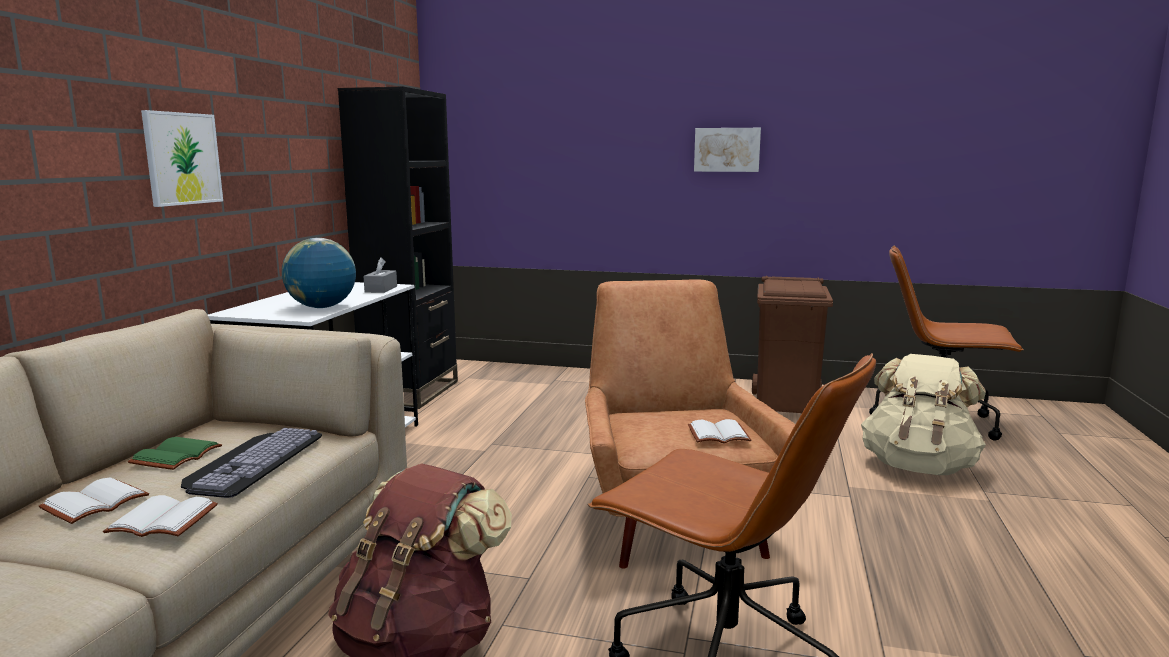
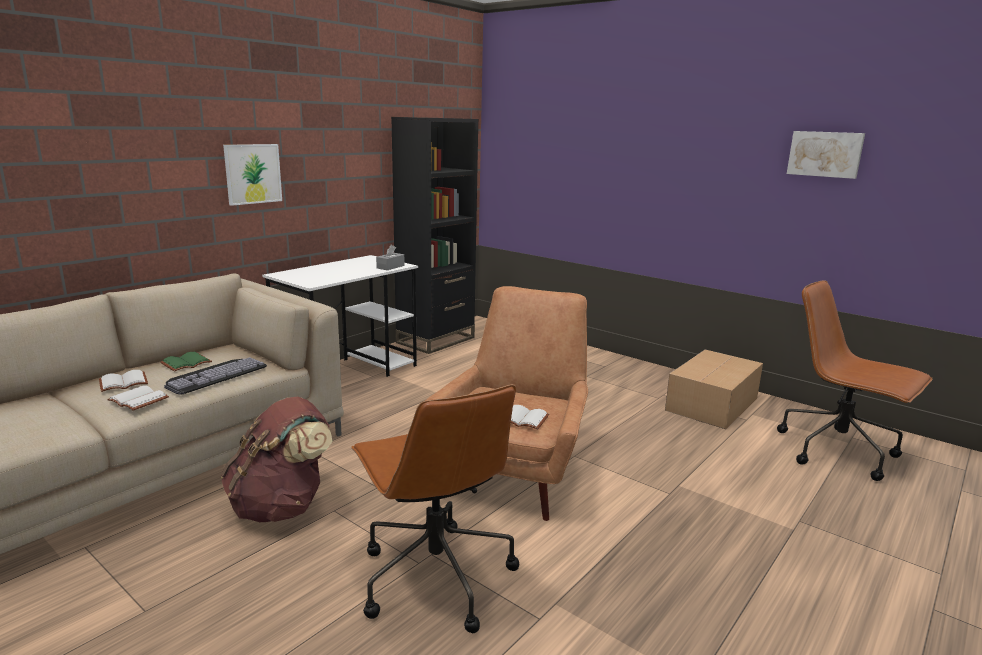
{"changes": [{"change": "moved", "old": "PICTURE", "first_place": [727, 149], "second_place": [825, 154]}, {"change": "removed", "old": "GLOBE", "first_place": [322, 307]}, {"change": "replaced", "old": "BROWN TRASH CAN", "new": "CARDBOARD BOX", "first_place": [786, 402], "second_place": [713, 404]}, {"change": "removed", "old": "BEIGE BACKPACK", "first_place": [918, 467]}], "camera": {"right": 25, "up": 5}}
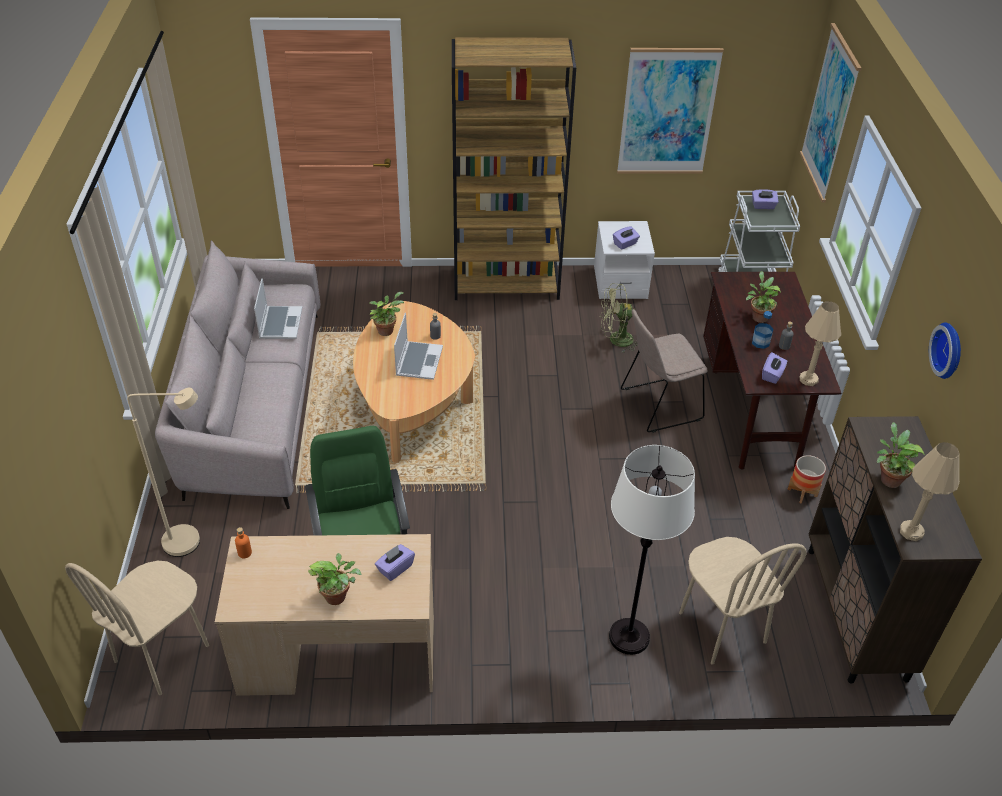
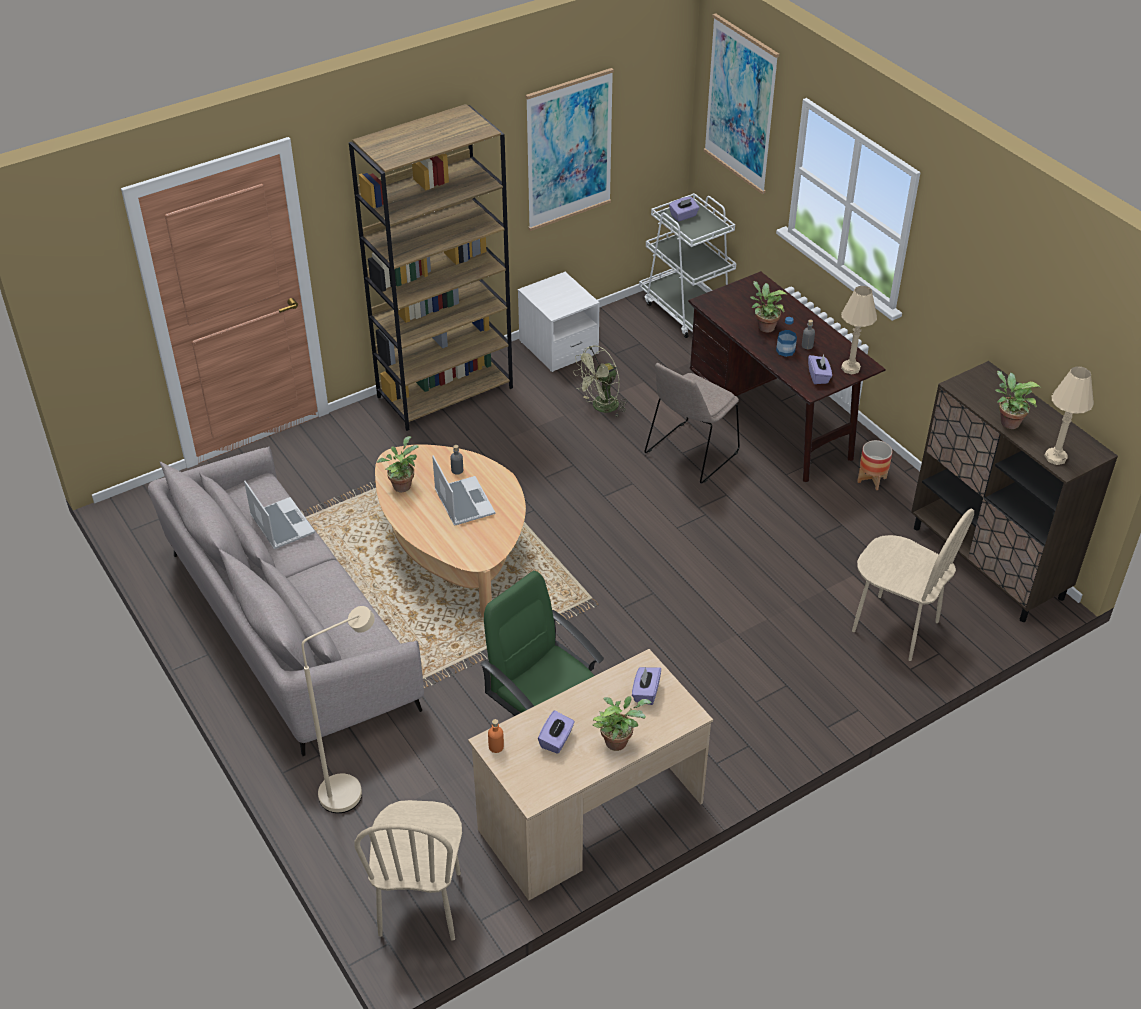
{"changes": [{"change": "moved", "old": "PURPLE TISSUE BOX", "first_place": [625, 244], "second_place": [556, 740]}, {"change": "removed", "old": "WALL CLOCK", "first_place": [949, 350]}, {"change": "removed", "old": "WHITE FLOOR LAMP", "first_place": [629, 637]}], "camera": {"right": -30, "up": 0}}
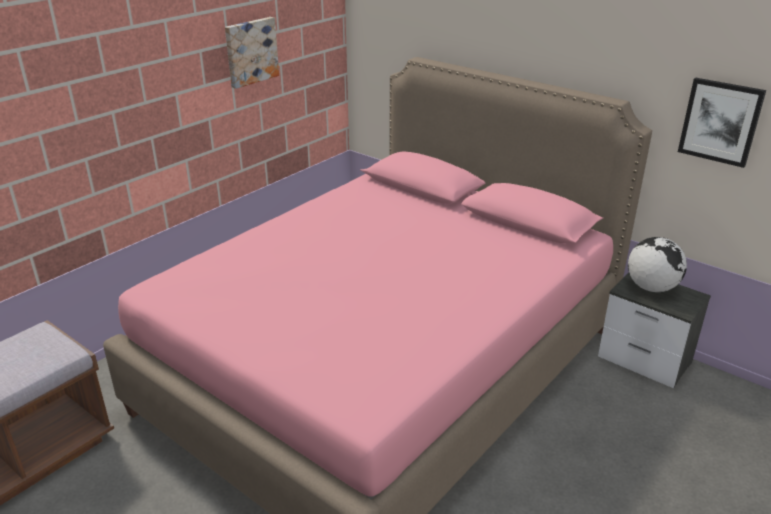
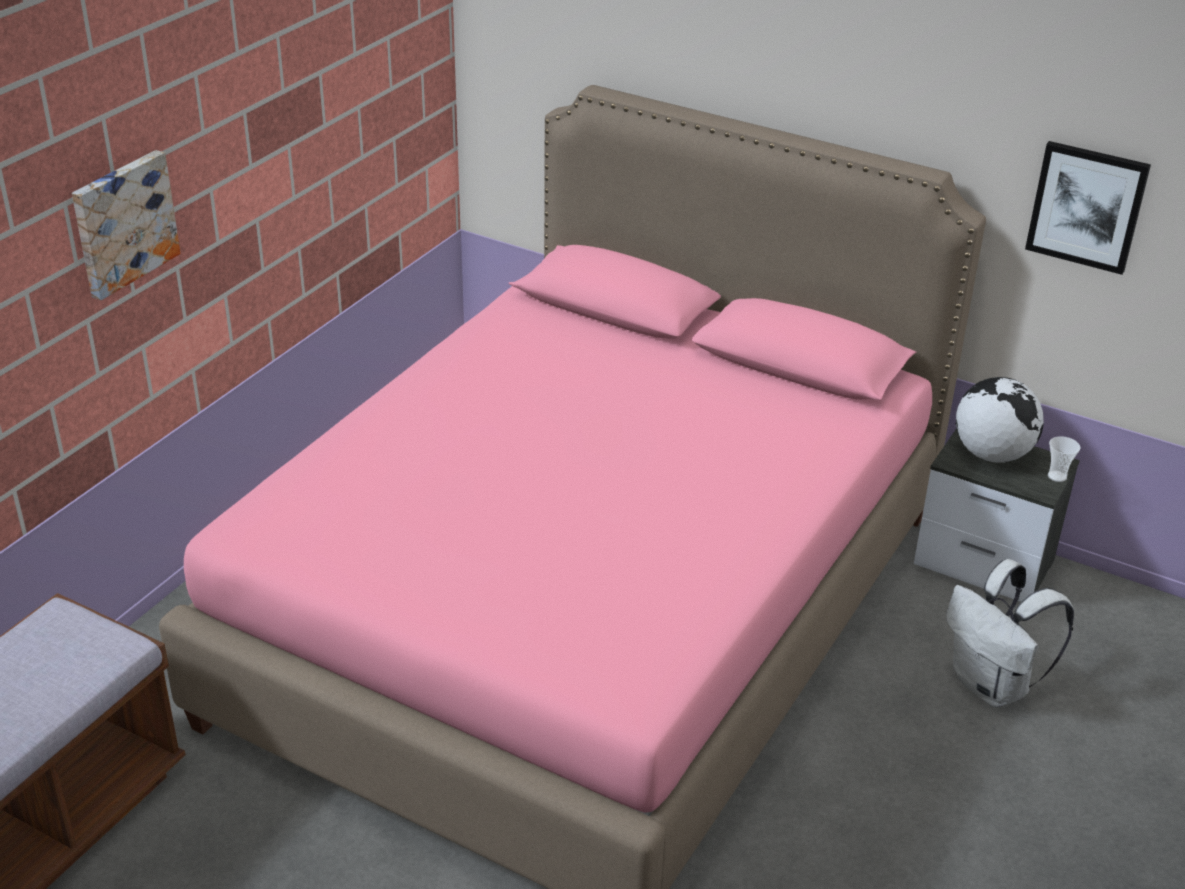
{"changes": [{"change": "moved", "old": "PICTURE", "first_place": [250, 51], "second_place": [123, 222]}, {"change": "added", "new": "CUP", "second_place": [1057, 476]}, {"change": "added", "new": "WHITE BACKPACK", "second_place": [993, 686]}], "camera": {"right": -10, "up": 5}}
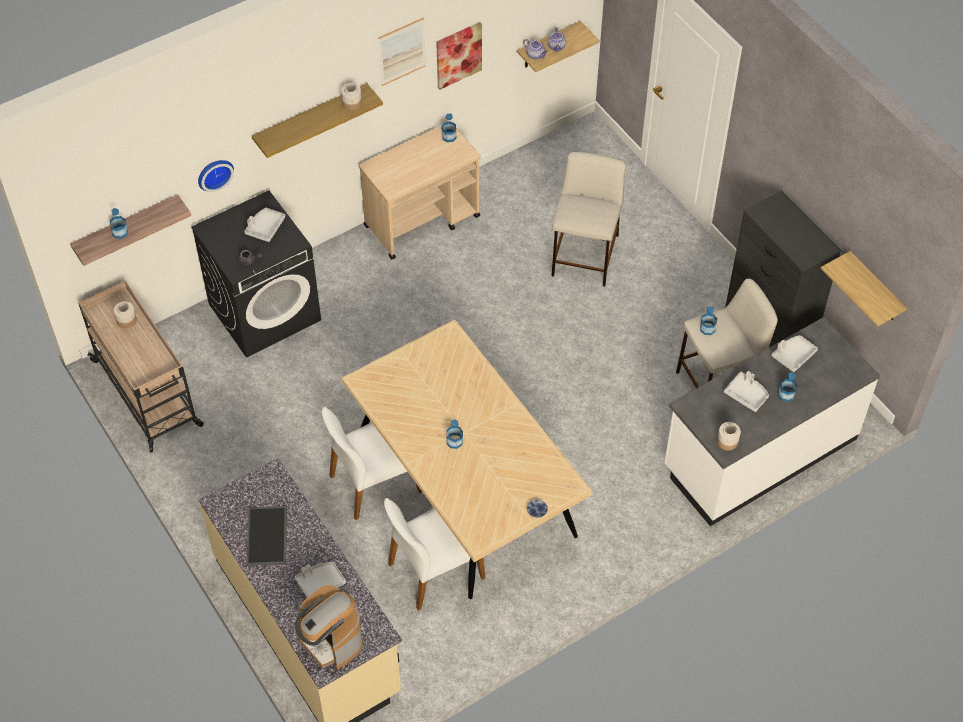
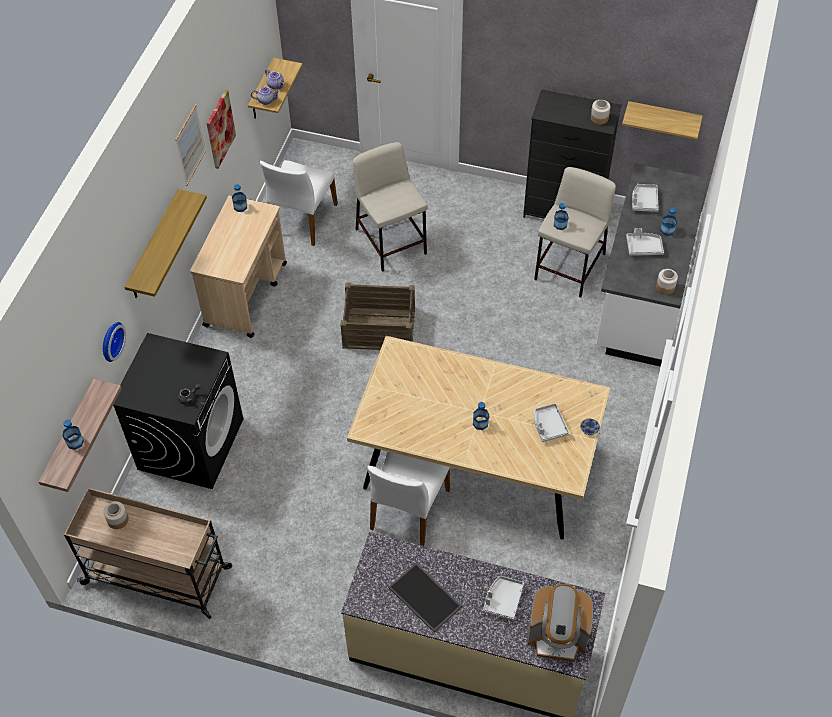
{"changes": [{"change": "moved", "old": "JAR", "first_place": [352, 103], "second_place": [599, 118]}, {"change": "moved", "old": "GREY TRAY", "first_place": [265, 228], "second_place": [549, 426]}, {"change": "moved", "old": "WHITE CHAIR", "first_place": [434, 570], "second_place": [302, 219]}, {"change": "added", "new": "CRATE", "second_place": [378, 327]}], "camera": {"right": -40, "up": 0}}
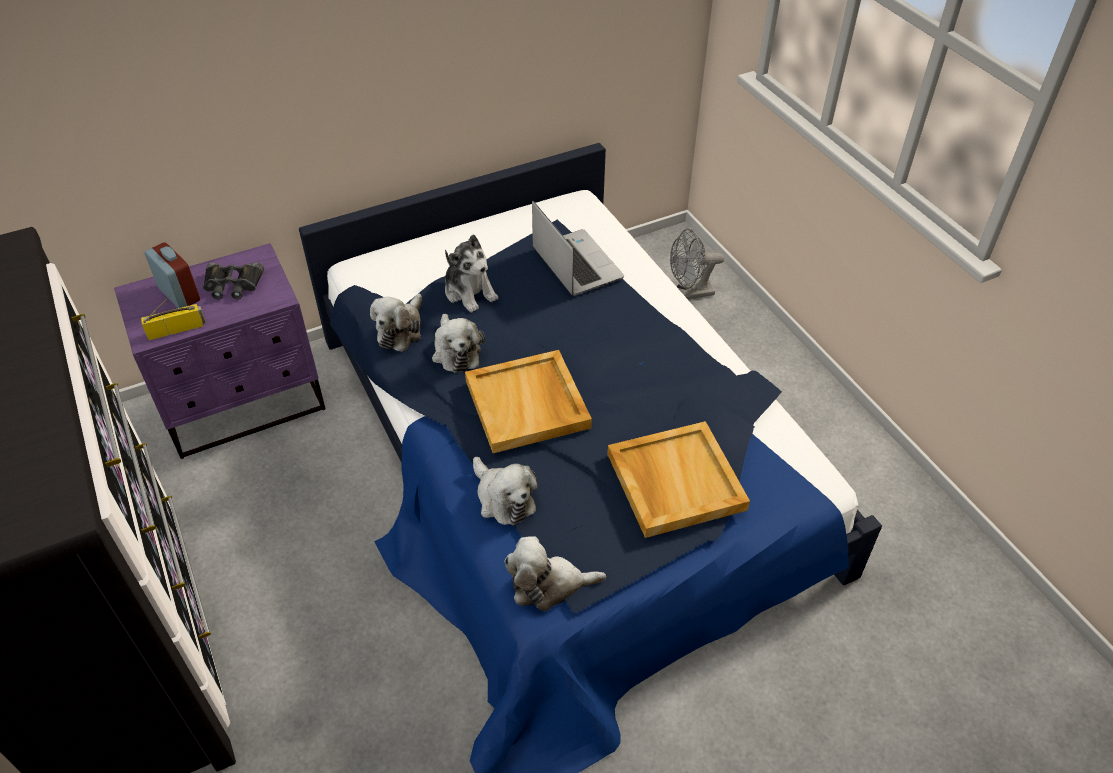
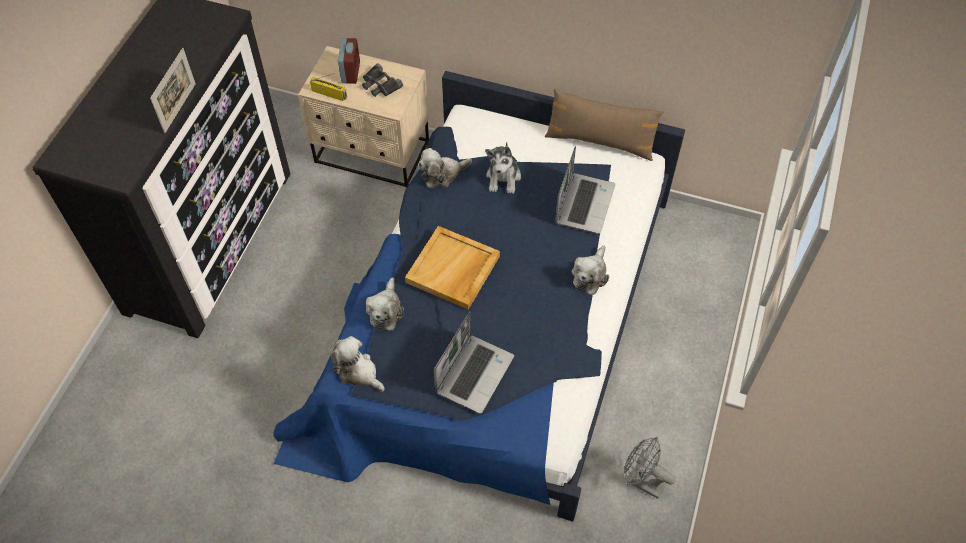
{"changes": [{"change": "moved", "old": "GREY FAN", "first_place": [689, 293], "second_place": [642, 481]}, {"change": "recoloured", "old": "PURPLE NIGHTSTAND", "new": "BEIGE NIGHTSTAND", "first_place": [244, 404], "second_place": [372, 153]}, {"change": "moved", "old": "PLUSH TOY", "first_place": [456, 351], "second_place": [590, 275]}, {"change": "replaced", "old": "BEIGE TRAY", "new": "LAPTOP", "first_place": [674, 481], "second_place": [474, 373]}, {"change": "added", "new": "PICTURE FRAME", "second_place": [180, 108]}, {"change": "added", "new": "BROWN PILLOW", "second_place": [600, 141]}], "camera": {"right": 45, "up": 10}}
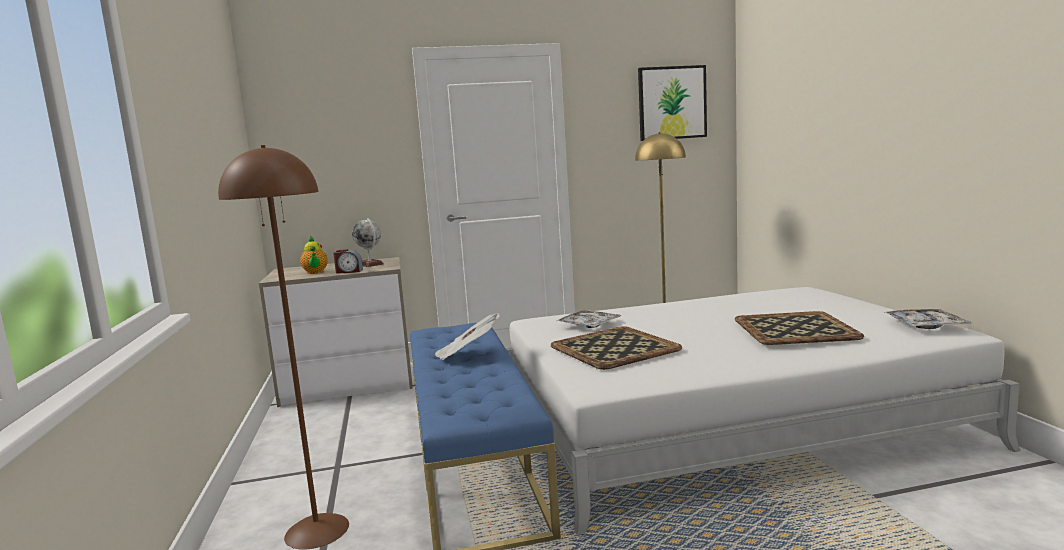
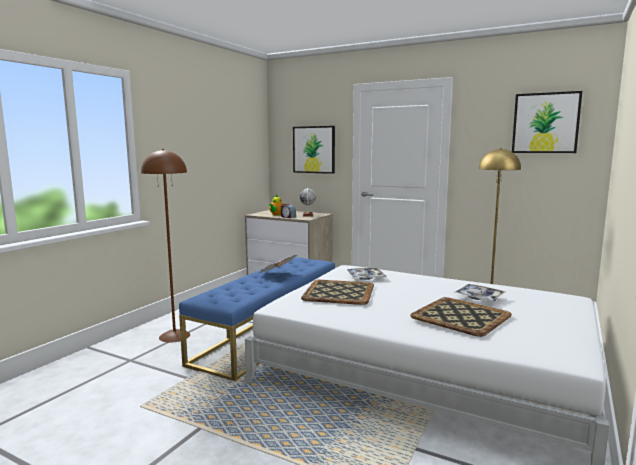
{"changes": [{"change": "moved", "old": "TRAY", "first_place": [926, 325], "second_place": [479, 297]}, {"change": "added", "new": "PICTURE", "second_place": [314, 149]}], "camera": {"right": 40, "up": 0}}
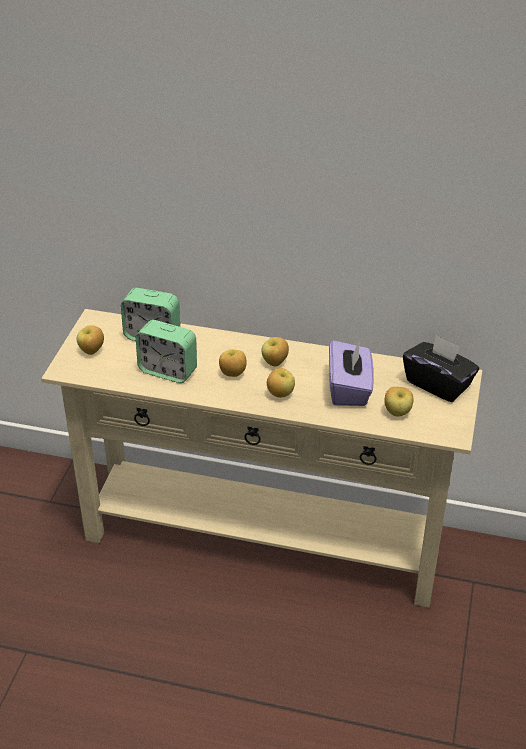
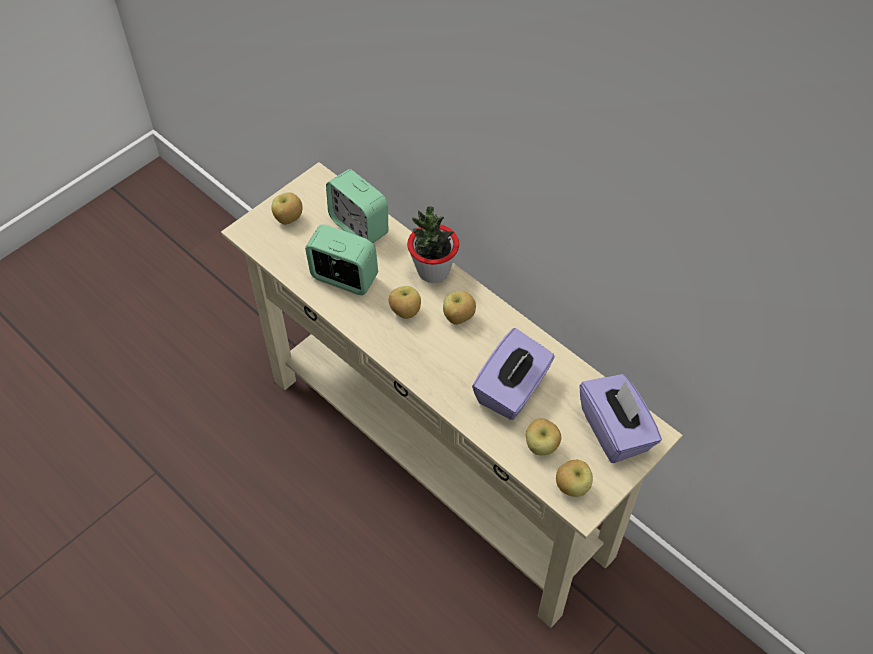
{"changes": [{"change": "turned", "old": "ALARM CLOCK", "first_place": [168, 371], "second_place": [344, 278], "degrees": 150}, {"change": "recoloured", "old": "BLACK TISSUE BOX", "new": "PURPLE TISSUE BOX", "first_place": [438, 384], "second_place": [615, 430]}, {"change": "moved", "old": "APPLE", "first_place": [280, 394], "second_place": [572, 487]}, {"change": "added", "new": "POTTED PLANT", "second_place": [433, 271]}], "camera": {"right": 30, "up": 15}}
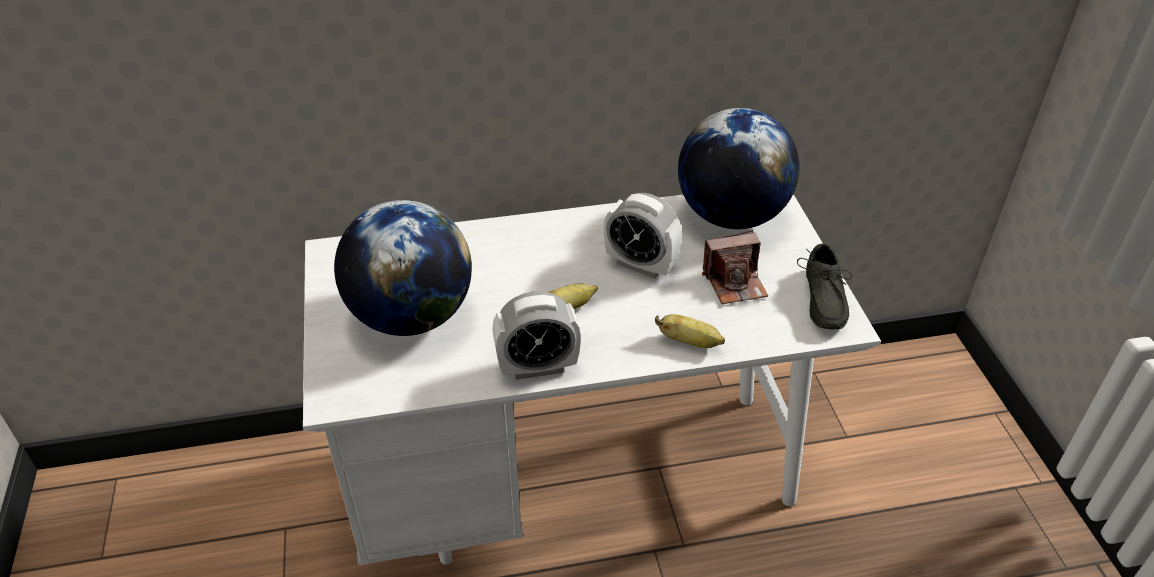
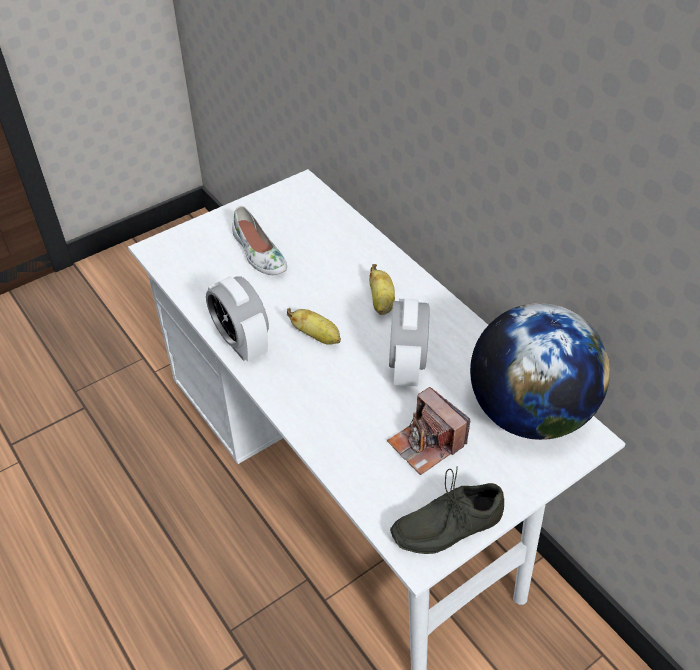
{"changes": [{"change": "replaced", "old": "GLOBE", "new": "WHITE SHOE", "first_place": [411, 317], "second_place": [258, 253]}, {"change": "moved", "old": "BANANA", "first_place": [689, 342], "second_place": [381, 302]}], "camera": {"right": 65, "up": 5}}
